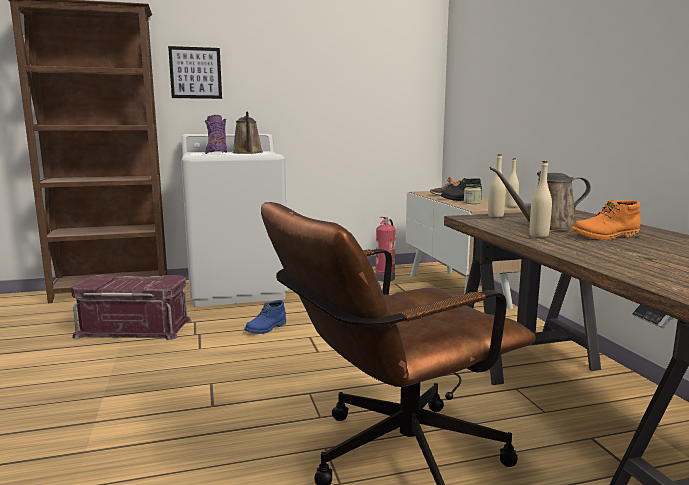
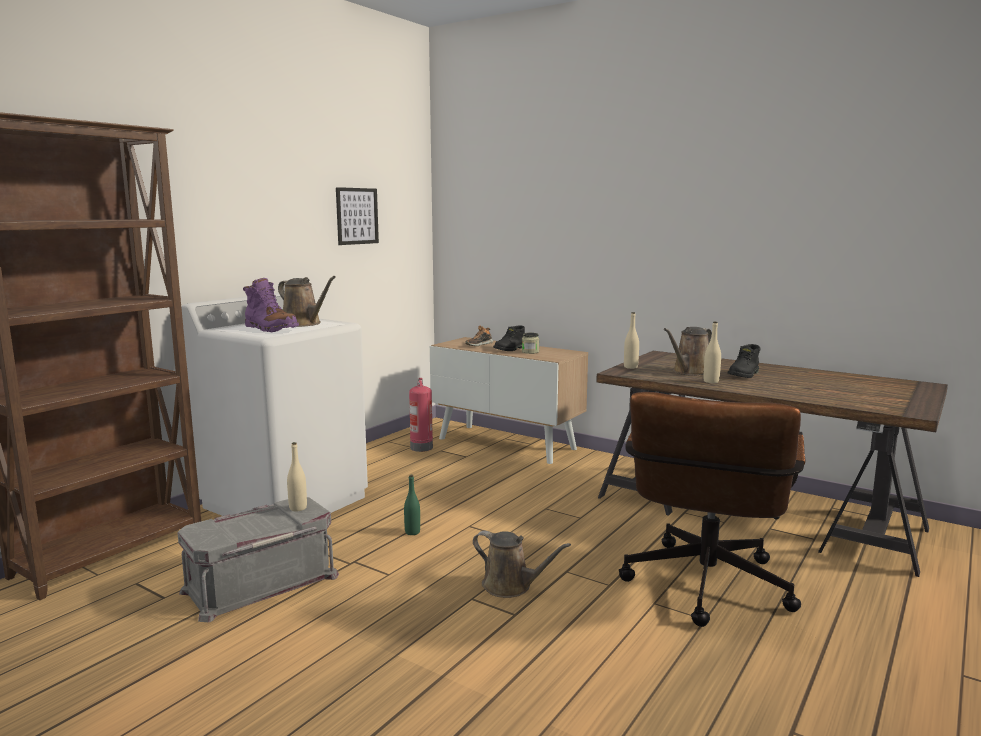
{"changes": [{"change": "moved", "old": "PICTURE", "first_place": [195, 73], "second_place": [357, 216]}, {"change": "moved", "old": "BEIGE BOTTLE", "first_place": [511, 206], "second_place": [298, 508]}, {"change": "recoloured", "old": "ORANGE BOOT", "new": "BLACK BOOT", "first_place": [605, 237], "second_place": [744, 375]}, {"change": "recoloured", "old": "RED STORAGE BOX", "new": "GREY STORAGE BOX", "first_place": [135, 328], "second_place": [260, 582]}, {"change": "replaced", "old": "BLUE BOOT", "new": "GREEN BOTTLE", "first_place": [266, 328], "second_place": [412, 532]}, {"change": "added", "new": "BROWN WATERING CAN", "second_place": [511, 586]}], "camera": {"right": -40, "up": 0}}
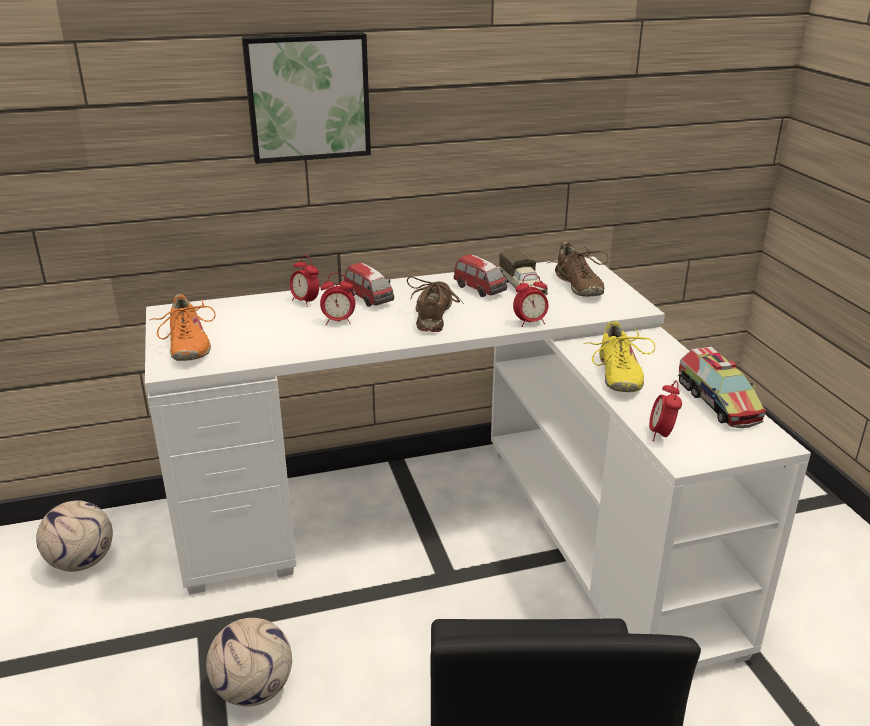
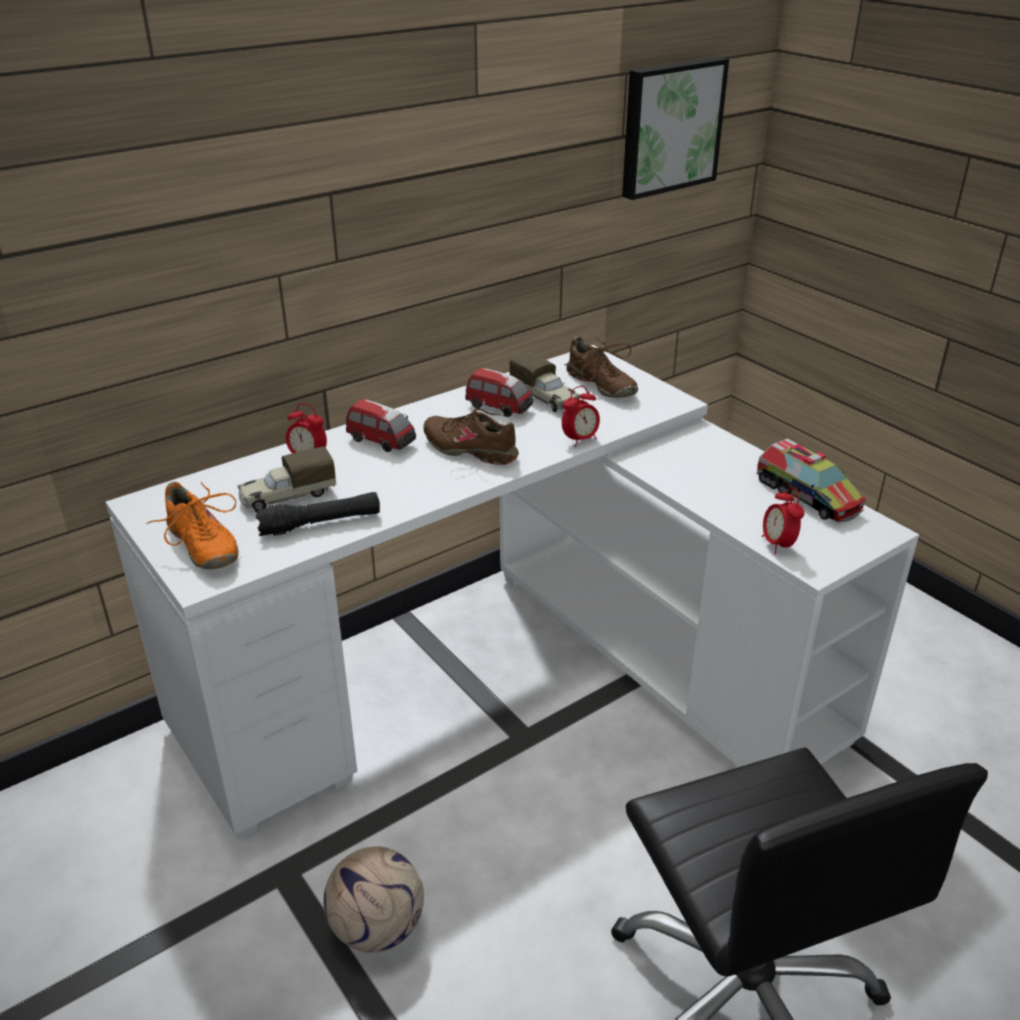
{"changes": [{"change": "moved", "old": "PICTURE", "first_place": [307, 97], "second_place": [669, 127]}, {"change": "removed", "old": "ALARM CLOCK", "first_place": [338, 322]}, {"change": "turned", "old": "BROWN SHOE", "first_place": [434, 315], "second_place": [470, 449], "degrees": -45}, {"change": "removed", "old": "YELLOW SHOE", "first_place": [617, 375]}, {"change": "removed", "old": "FOOTBALL", "first_place": [81, 561]}, {"change": "added", "new": "TOY TRUCK", "second_place": [287, 496]}, {"change": "added", "new": "BLACK FLASHLIGHT", "second_place": [320, 524]}], "camera": {"right": -20, "up": 5}}
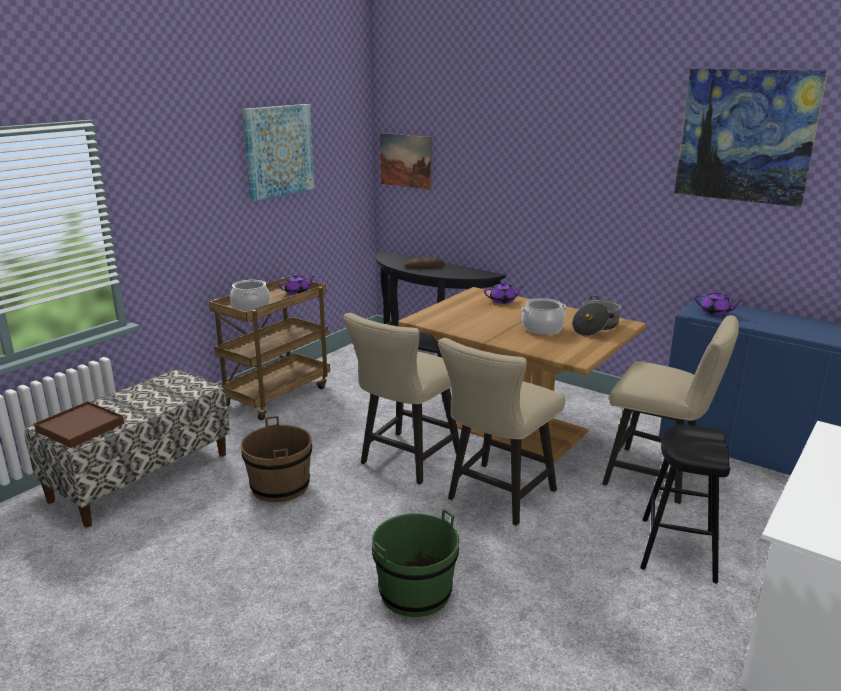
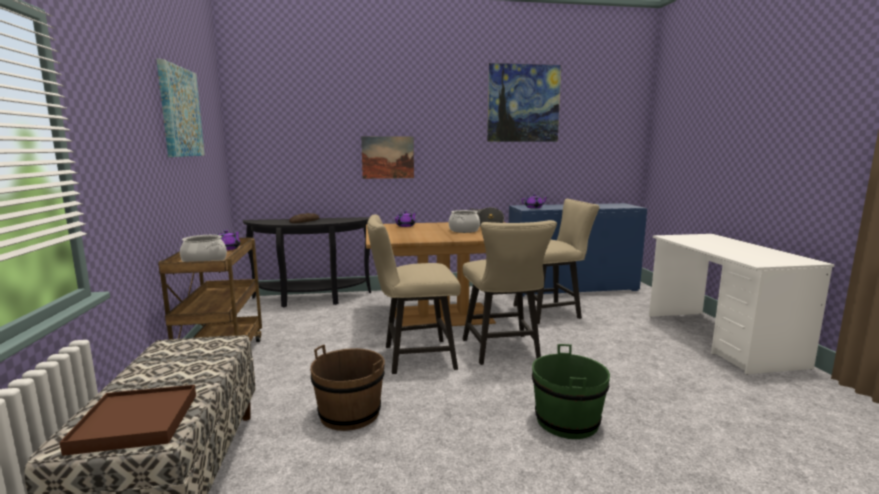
{"changes": [{"change": "moved", "old": "PICTURE", "first_place": [405, 161], "second_place": [388, 157]}, {"change": "turned", "old": "BEIGE CHAIR", "first_place": [405, 461], "second_place": [413, 357], "degrees": 90}, {"change": "removed", "old": "BLACK STOOL", "first_place": [677, 549]}], "camera": {"right": -45, "up": -10}}
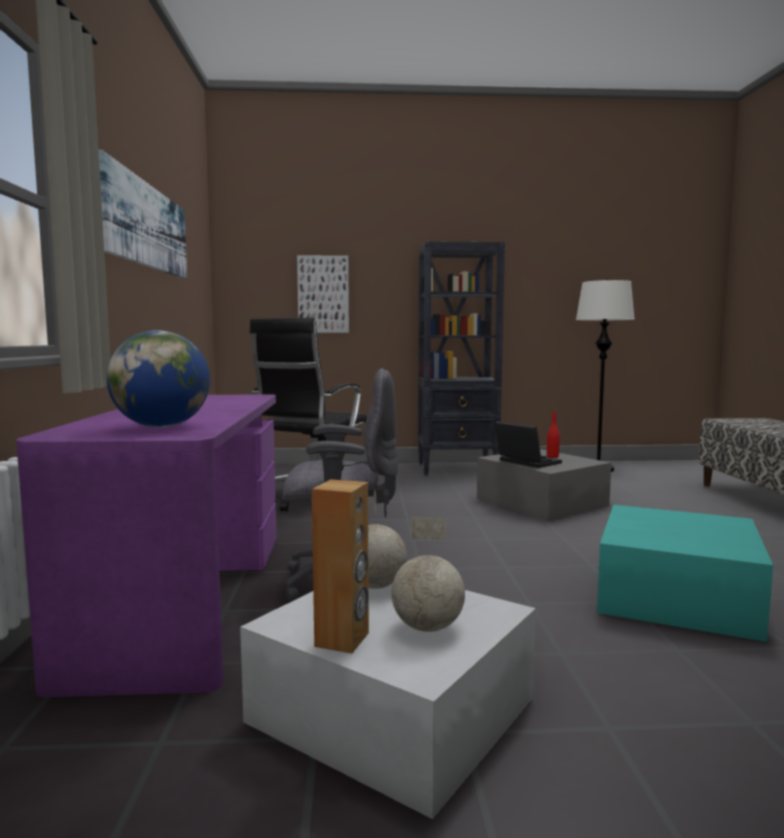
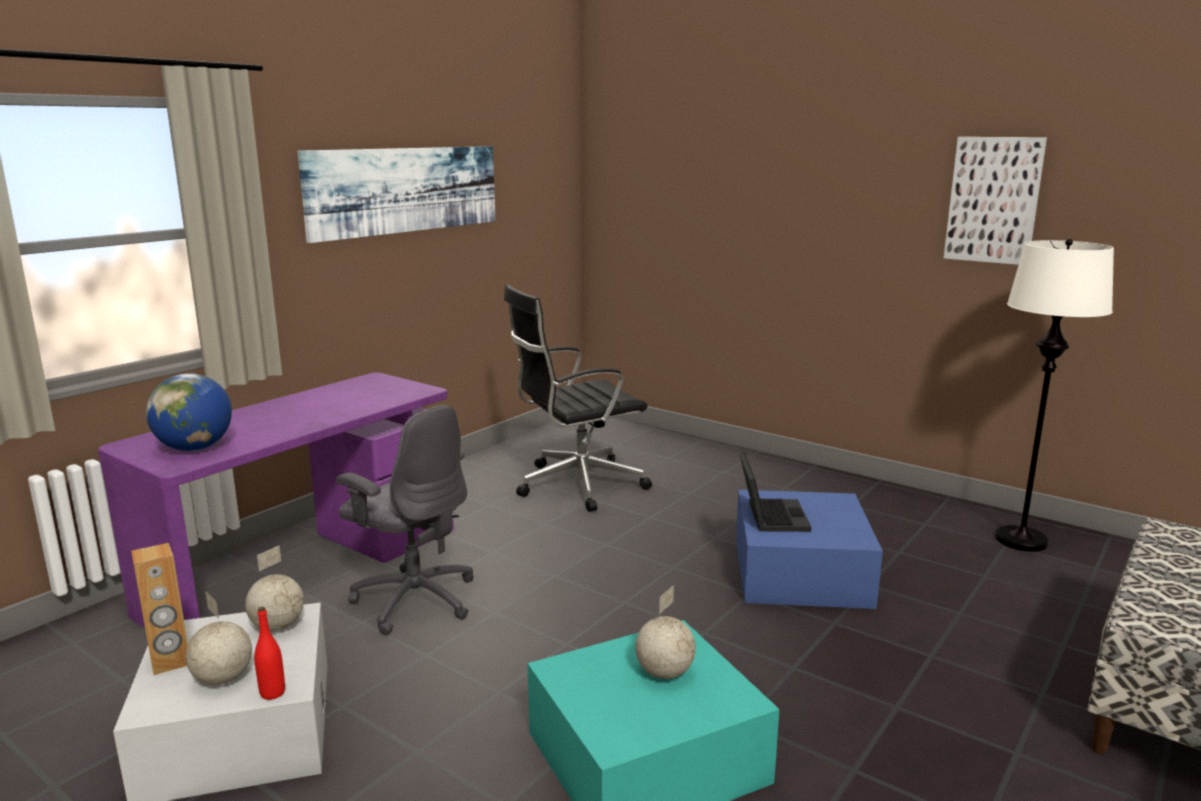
{"changes": [{"change": "removed", "old": "BLACK BOOKCASE", "first_place": [458, 469]}, {"change": "moved", "old": "PICTURE", "first_place": [323, 294], "second_place": [993, 200]}, {"change": "moved", "old": "RED BOTTLE", "first_place": [552, 457], "second_place": [272, 693]}, {"change": "recoloured", "old": "GREY STORAGE BOX", "new": "BLUE STORAGE BOX", "first_place": [541, 502], "second_place": [800, 571]}, {"change": "added", "new": "GLOBE", "second_place": [663, 673]}], "camera": {"right": 40, "up": 10}}
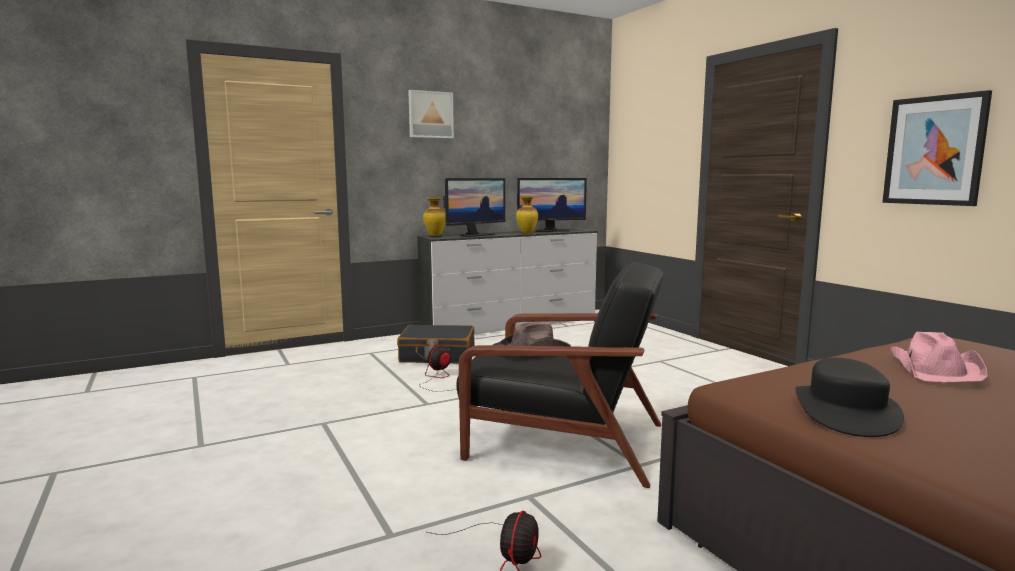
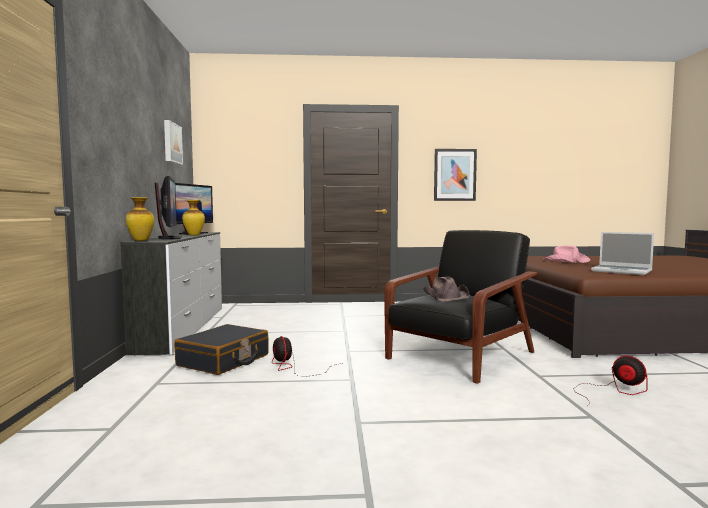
{"changes": [{"change": "moved", "old": "PICTURE", "first_place": [430, 115], "second_place": [171, 143]}, {"change": "replaced", "old": "BLACK HAT", "new": "LAPTOP", "first_place": [845, 411], "second_place": [622, 271]}], "camera": {"right": -65, "up": -5}}
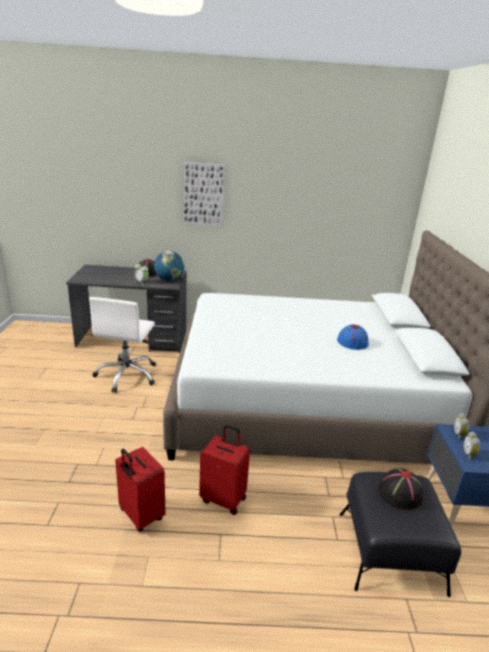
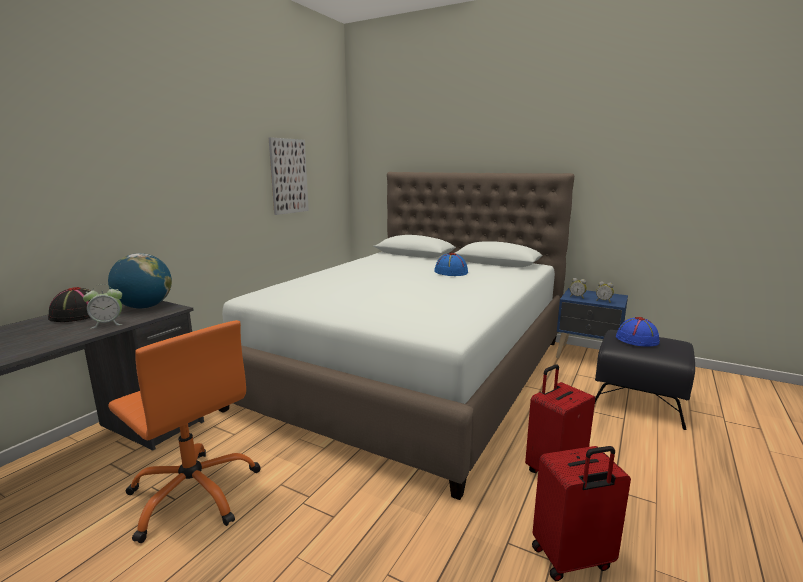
{"changes": [{"change": "moved", "old": "PICTURE", "first_place": [203, 194], "second_place": [288, 176]}, {"change": "recoloured", "old": "WHITE OFFICE CHAIR", "new": "ORANGE OFFICE CHAIR", "first_place": [127, 375], "second_place": [194, 493]}, {"change": "recoloured", "old": "BLACK HAT", "new": "BLUE HAT", "first_place": [399, 493], "second_place": [637, 340]}], "camera": {"right": -60, "up": -10}}
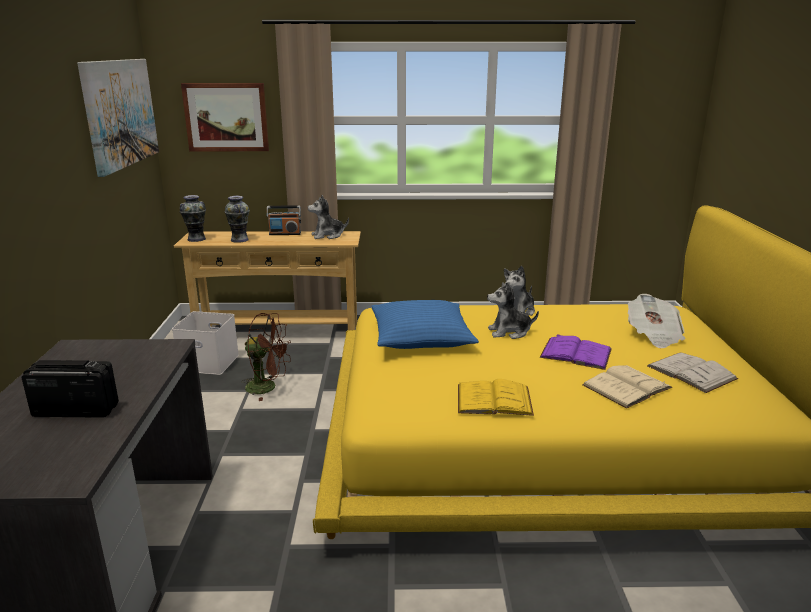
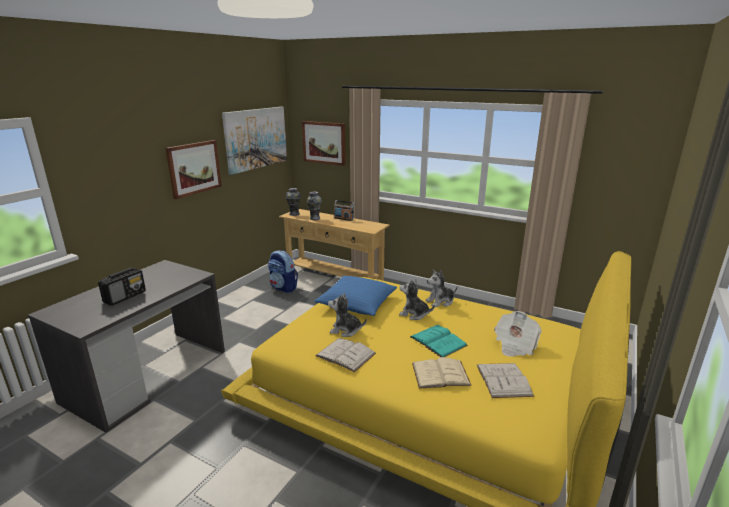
{"changes": [{"change": "moved", "old": "PLUSH TOY", "first_place": [328, 235], "second_place": [345, 330]}, {"change": "replaced", "old": "WHITE STORAGE BOX", "new": "BACKPACK", "first_place": [210, 362], "second_place": [283, 288]}, {"change": "removed", "old": "BROWN FAN", "first_place": [268, 387]}, {"change": "recoloured", "old": "PURPLE BOOK", "new": "TURQUOISE BOOK", "first_place": [576, 353], "second_place": [438, 341]}, {"change": "turned", "old": "RADIO", "first_place": [75, 410], "second_place": [125, 297], "degrees": 90}, {"change": "recoloured", "old": "YELLOW BOOK", "new": "WHITE BOOK", "first_place": [494, 399], "second_place": [345, 354]}, {"change": "added", "new": "PICTURE", "second_place": [194, 168]}], "camera": {"right": 30, "up": 0}}
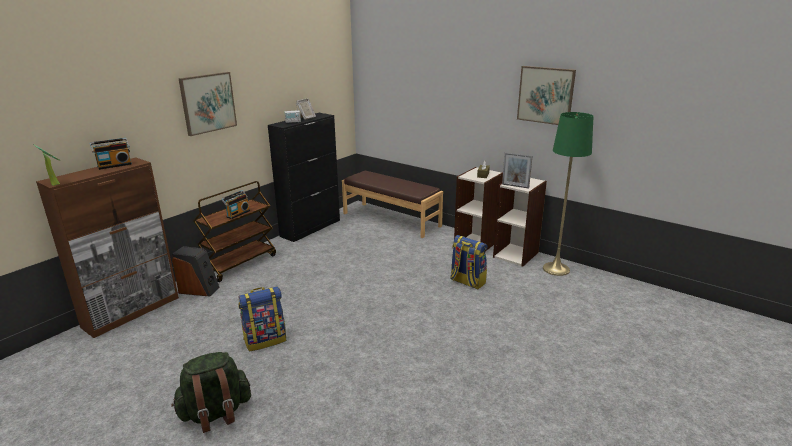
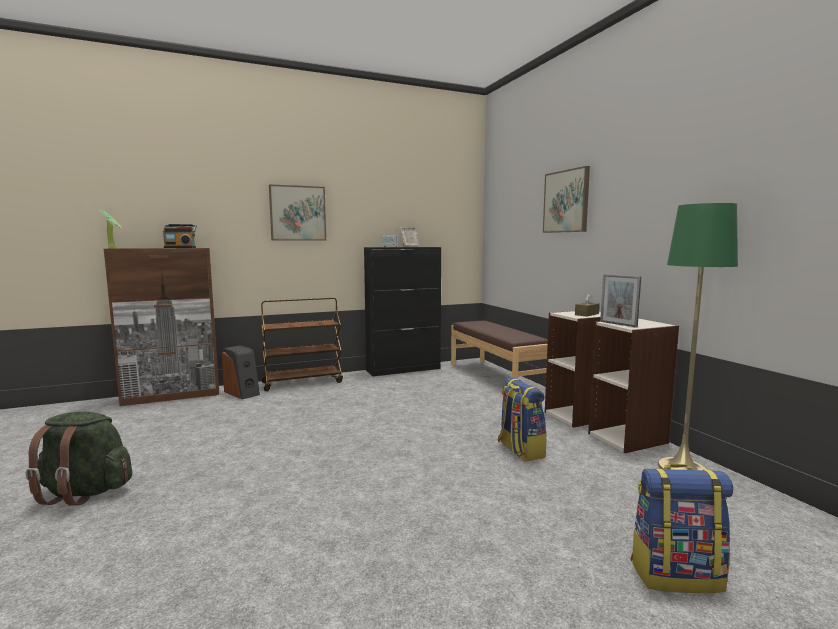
{"changes": [{"change": "moved", "old": "PICTURE", "first_place": [545, 95], "second_place": [566, 201]}, {"change": "removed", "old": "RADIO", "first_place": [237, 214]}, {"change": "moved", "old": "BACKPACK", "first_place": [265, 340], "second_place": [676, 574]}], "camera": {"right": 30, "up": -15}}
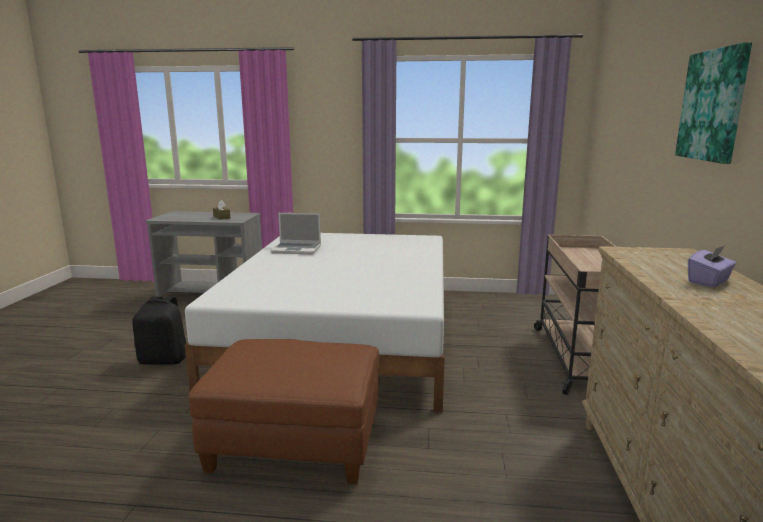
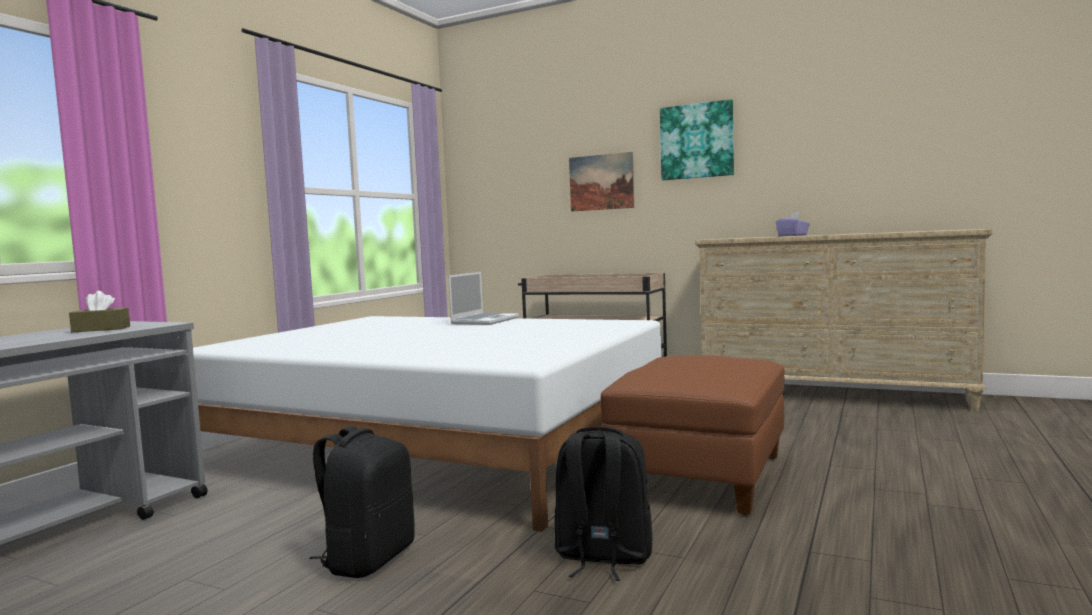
{"changes": [{"change": "moved", "old": "LAPTOP", "first_place": [297, 249], "second_place": [484, 321]}, {"change": "added", "new": "PICTURE", "second_place": [601, 182]}, {"change": "added", "new": "BLACK BACKPACK", "second_place": [602, 557]}], "camera": {"right": -70, "up": -10}}
